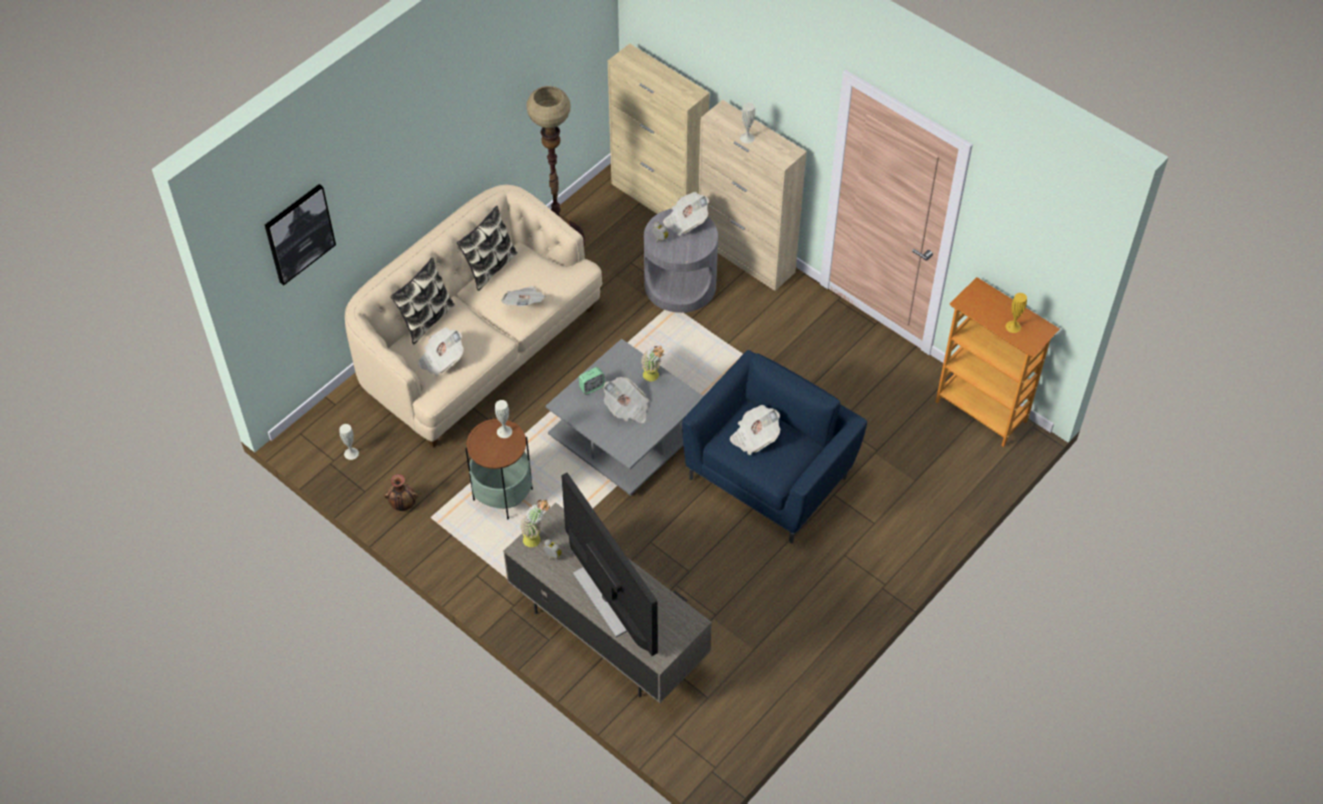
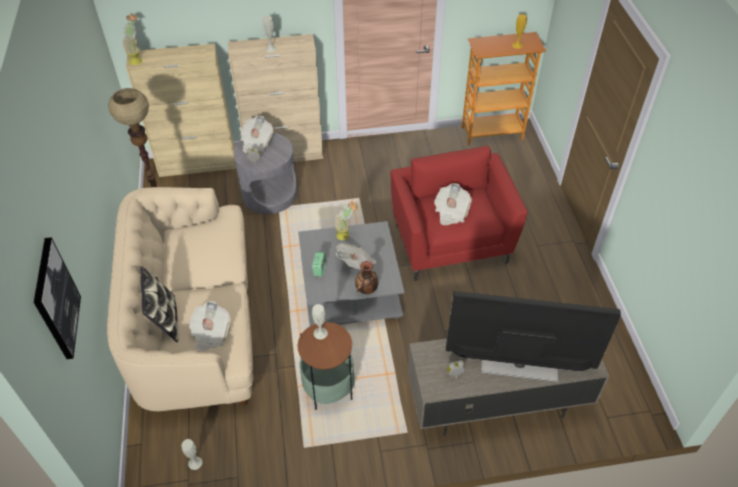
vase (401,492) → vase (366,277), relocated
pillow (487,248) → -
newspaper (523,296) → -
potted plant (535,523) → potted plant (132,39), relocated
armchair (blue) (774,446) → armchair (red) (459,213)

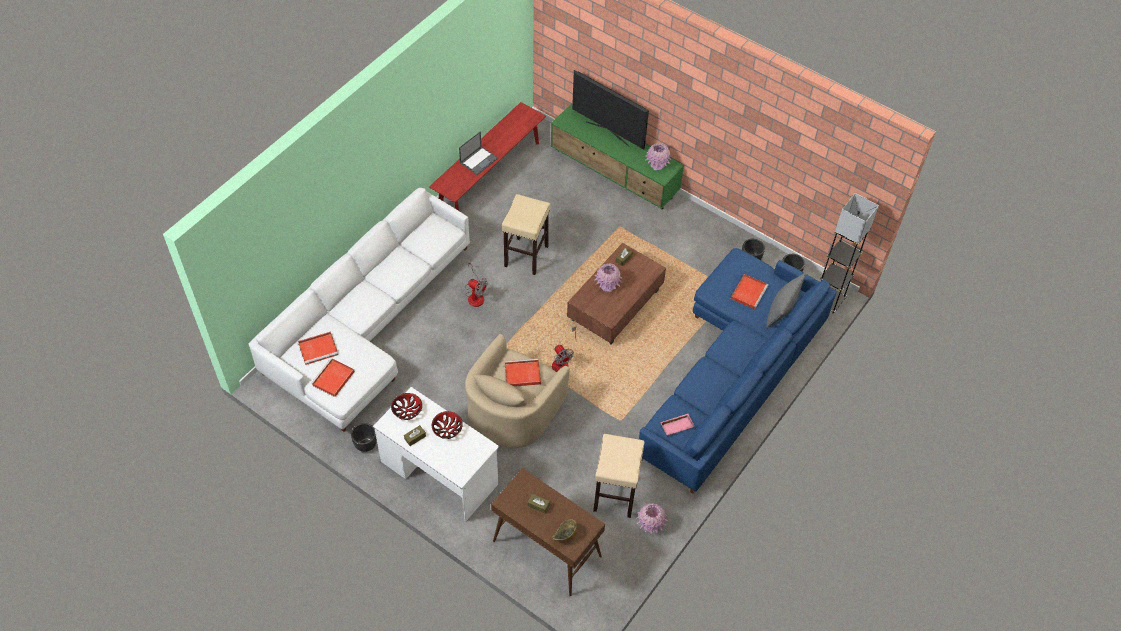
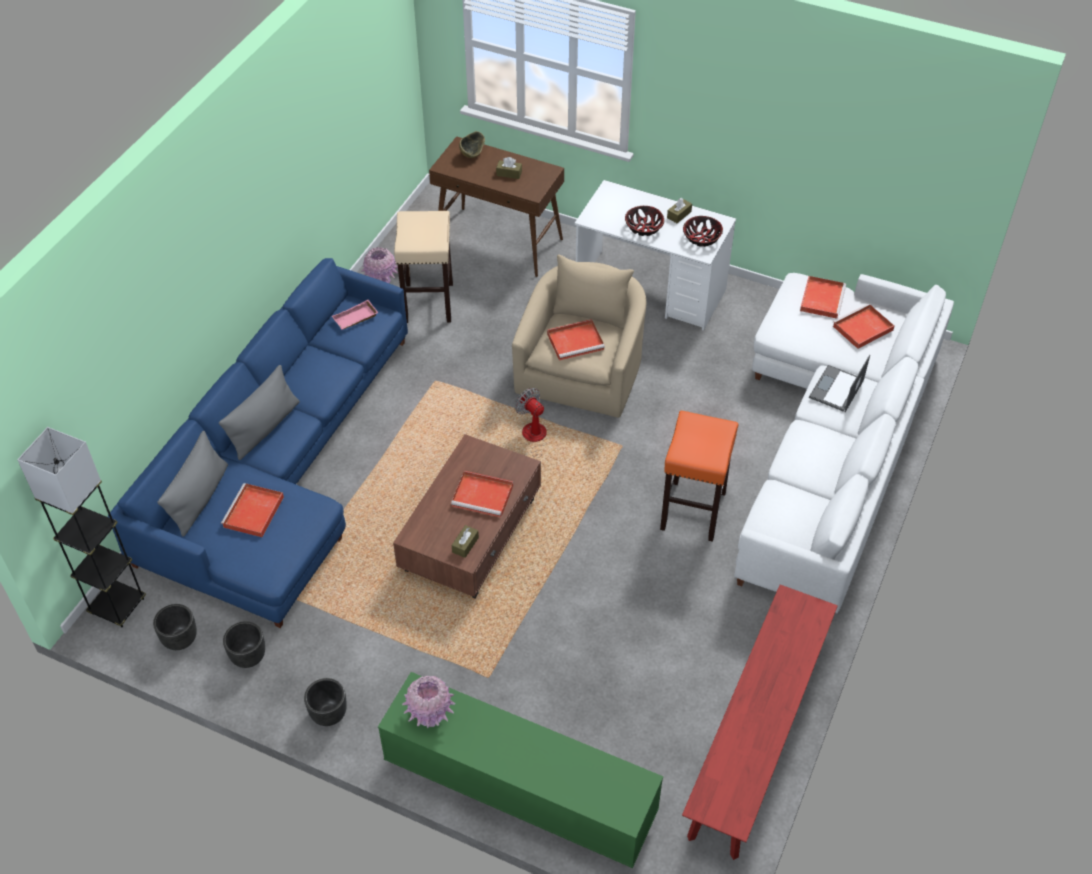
planter (black) (364,437) → planter (black) (325,702), relocated
laptop (478,153) → laptop (839,383), relocated
fan (476,283) → stool (orange) (699,476)
stool (beige) (526,234) → -
television (610,109) → -
vase (pink) (608,277) → tray (red) (482,494)
- → pillow (grey) (259,412)

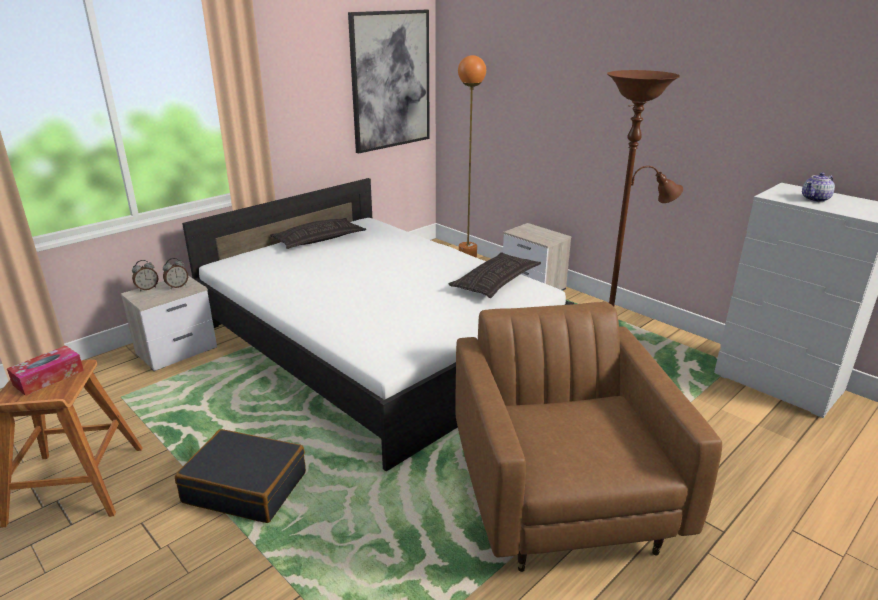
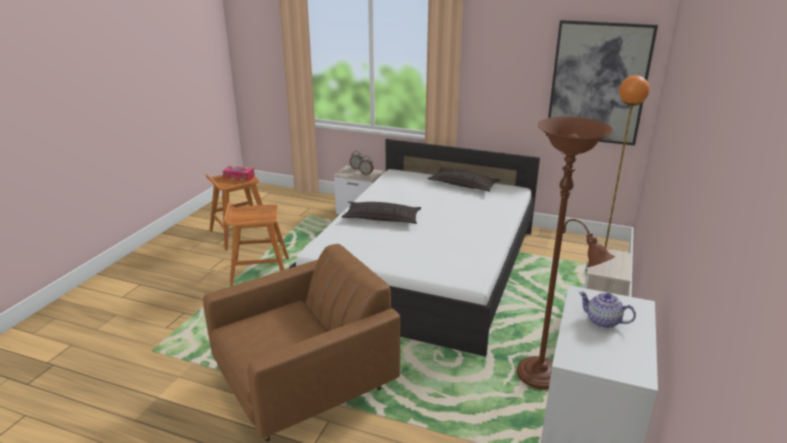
suitcase (black) (240,476) → stool (brown) (256,244)
pillow (495,275) → pillow (381,213), relocated

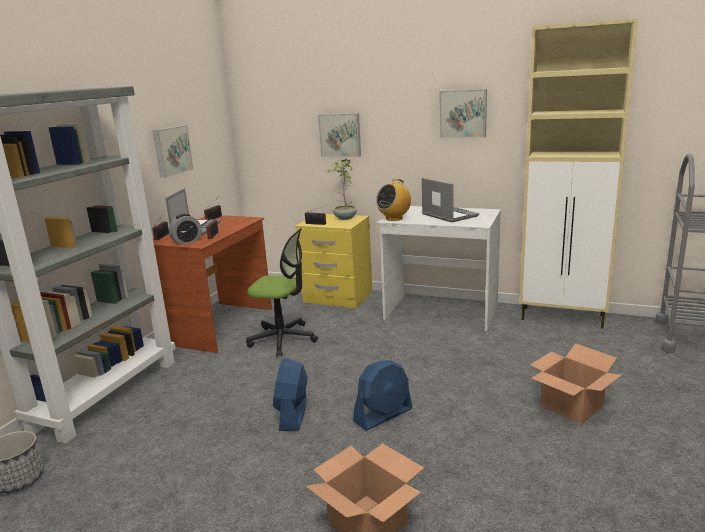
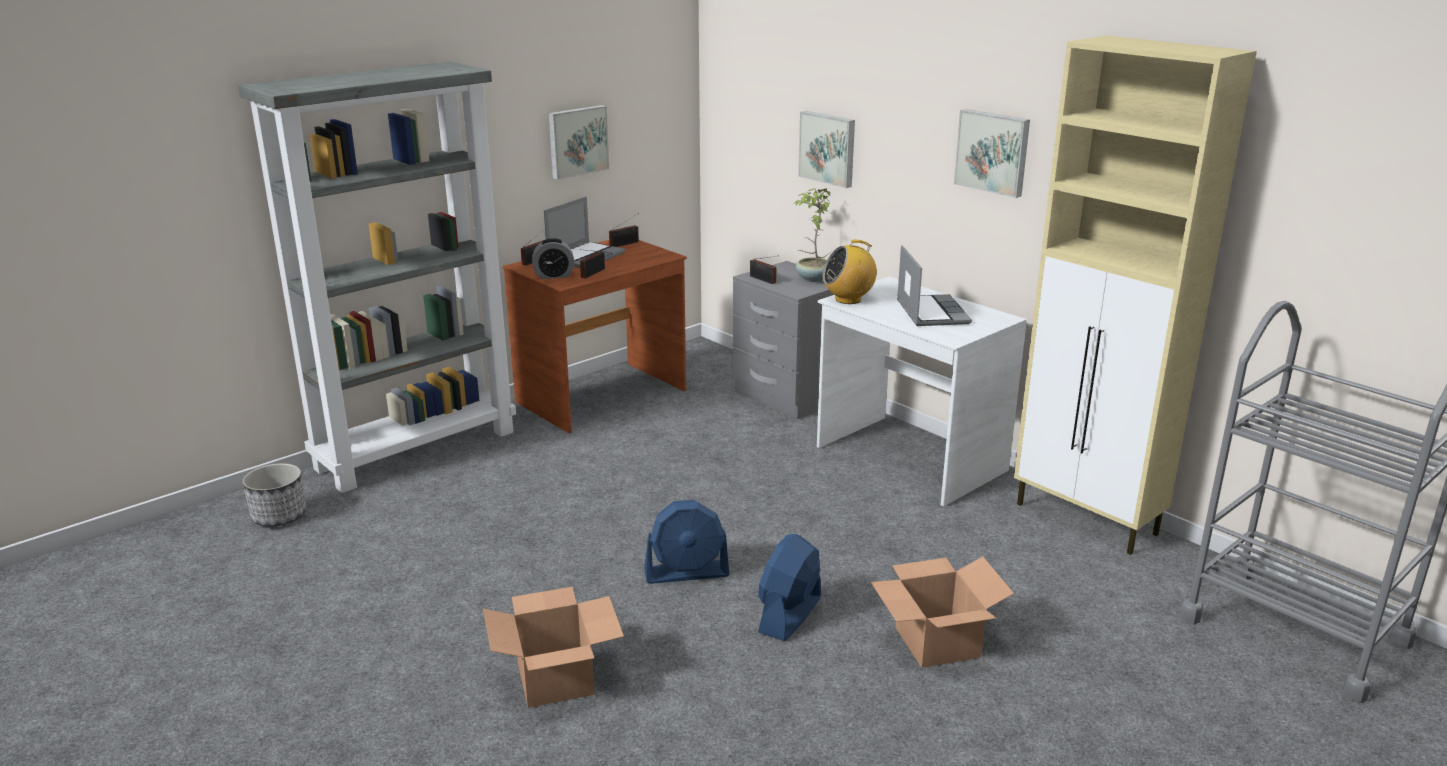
office chair (282,292) → -
fan (blue) (290,394) → fan (blue) (789,587), relocated
nightstand (yellow) (333,261) → nightstand (grey) (783,340)

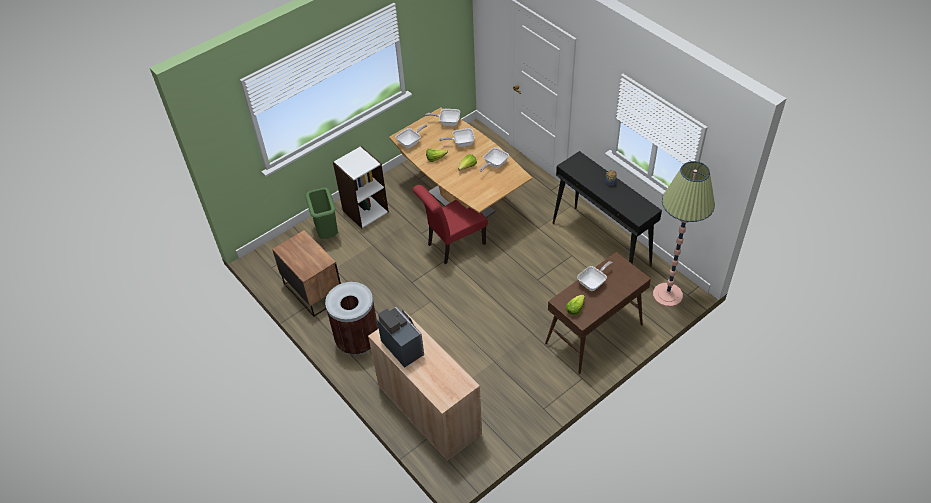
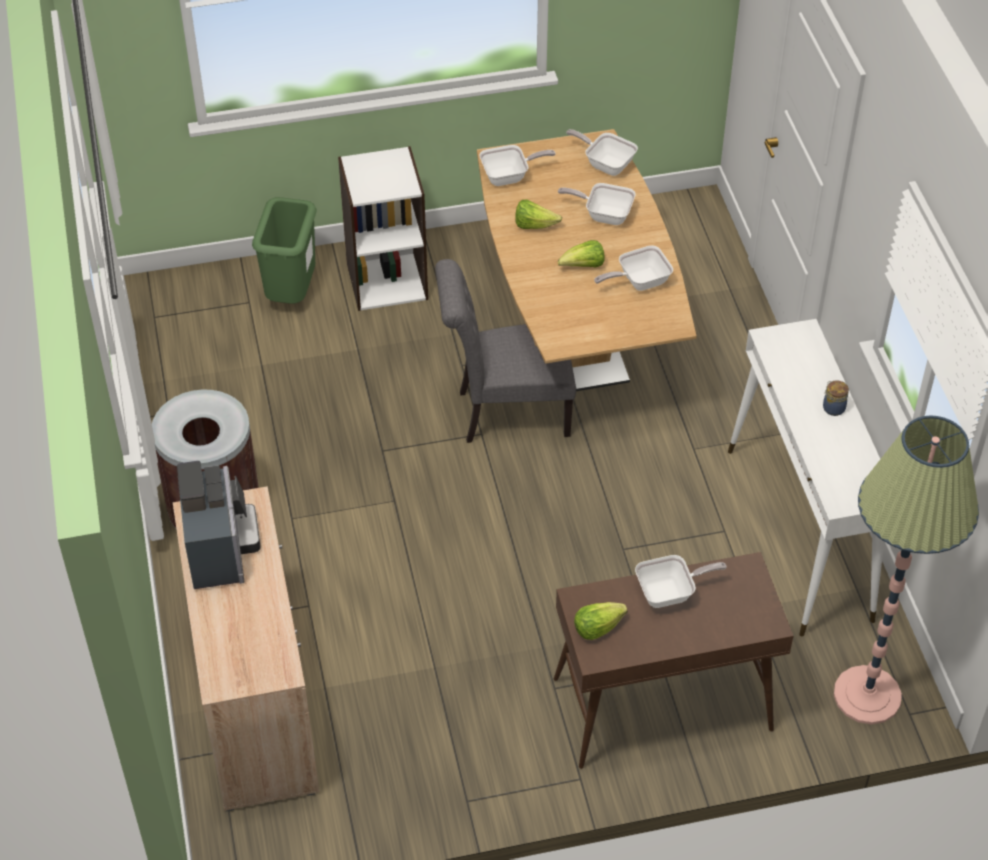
nightstand (306,273) → -
chair (red) (450,224) → chair (grey) (505,351)
console table (black) (607,209) → console table (white) (806,477)

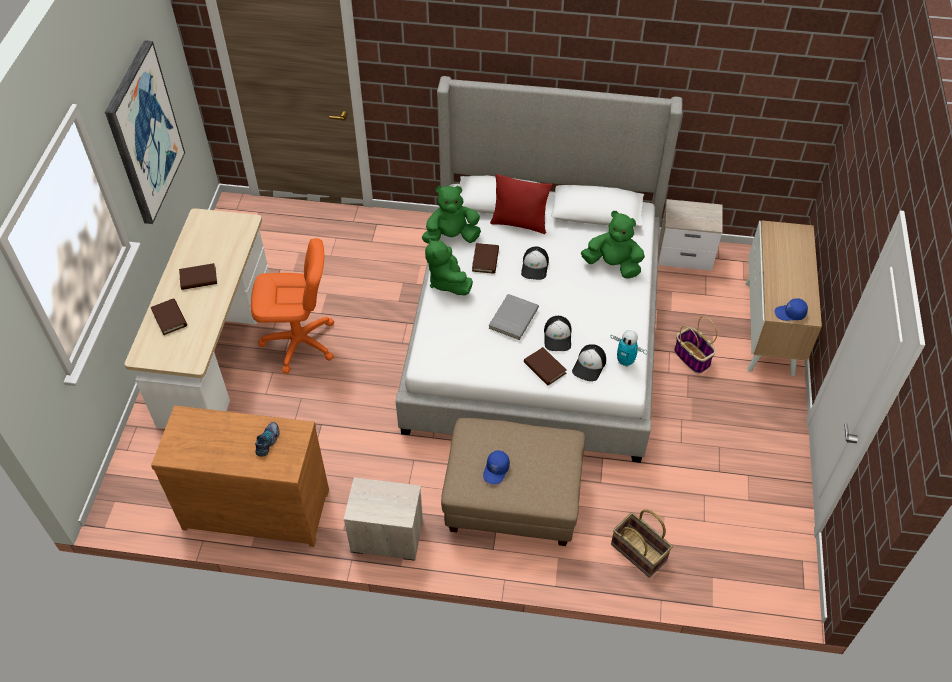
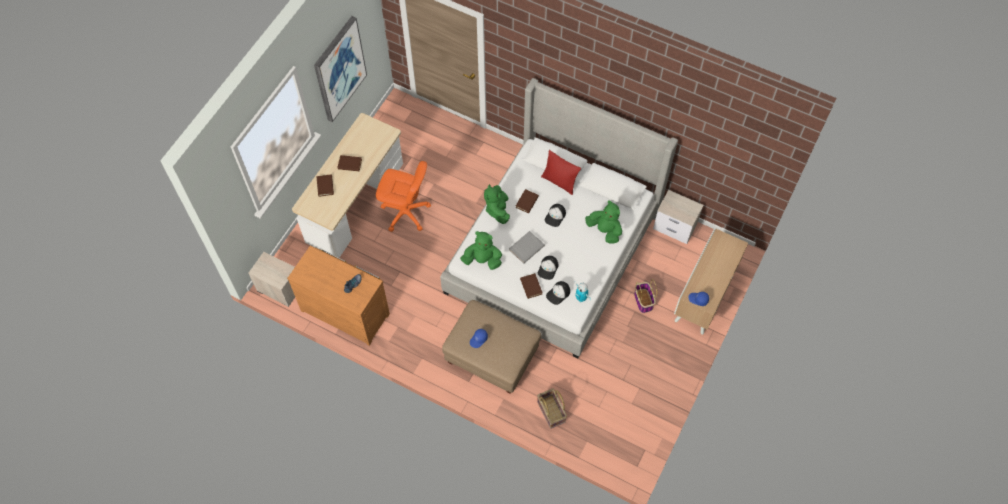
nightstand (383,519) → nightstand (271,279), relocated
plush toy (green) (451,215) → plush toy (green) (481,250), relocated

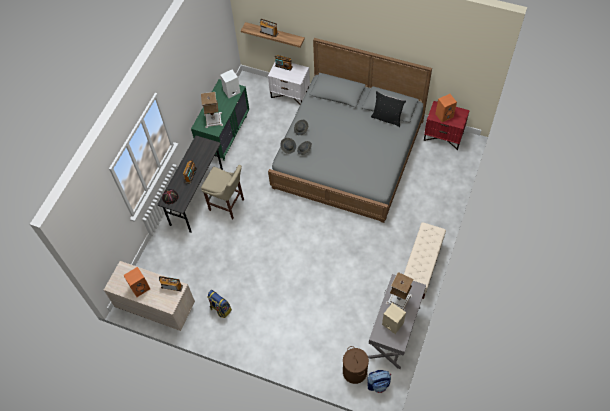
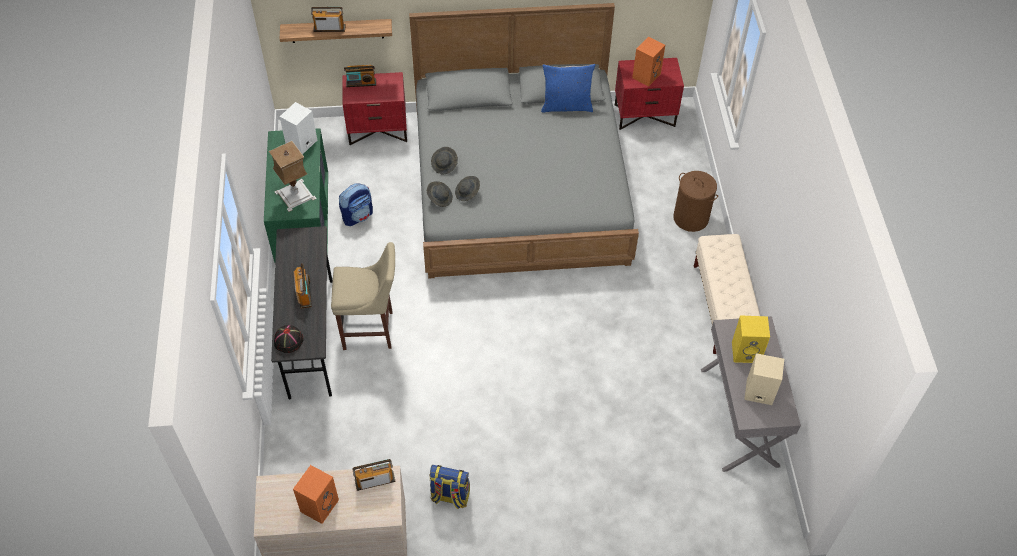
nightstand (white) (289,84) → nightstand (red) (375,108)
laundry basket (brown) (356,365) → laundry basket (brown) (695,201), relocated
backpack (379,381) → backpack (356,204), relocated
pillow (black) (388,109) → pillow (blue) (568,88)
table lamp (399,291) → speaker (yellow) (751,339)

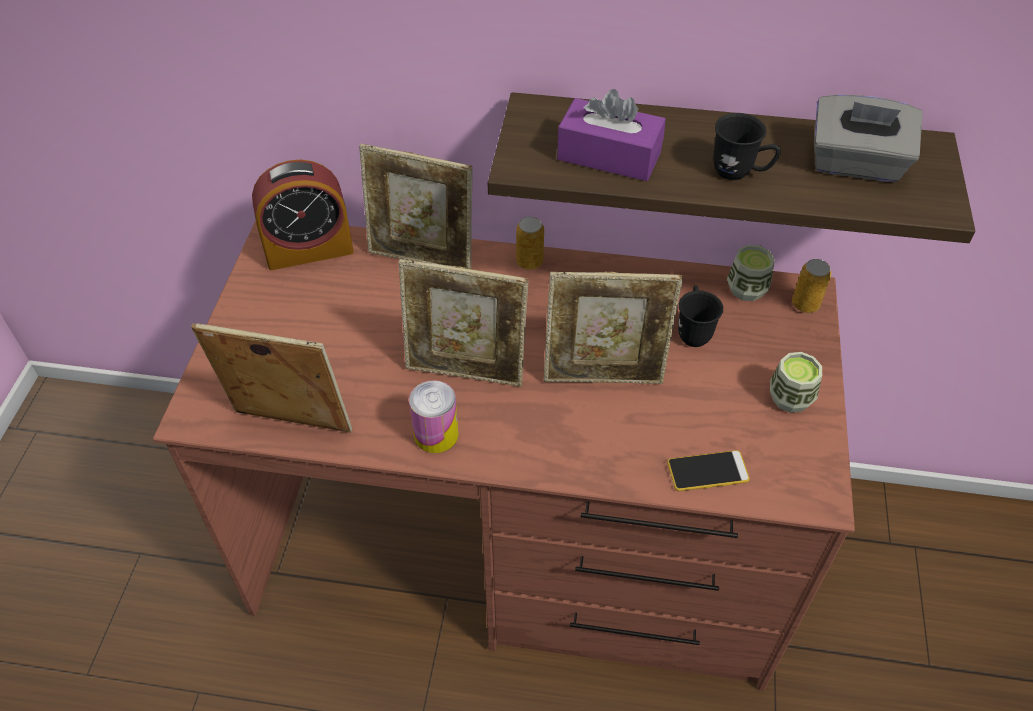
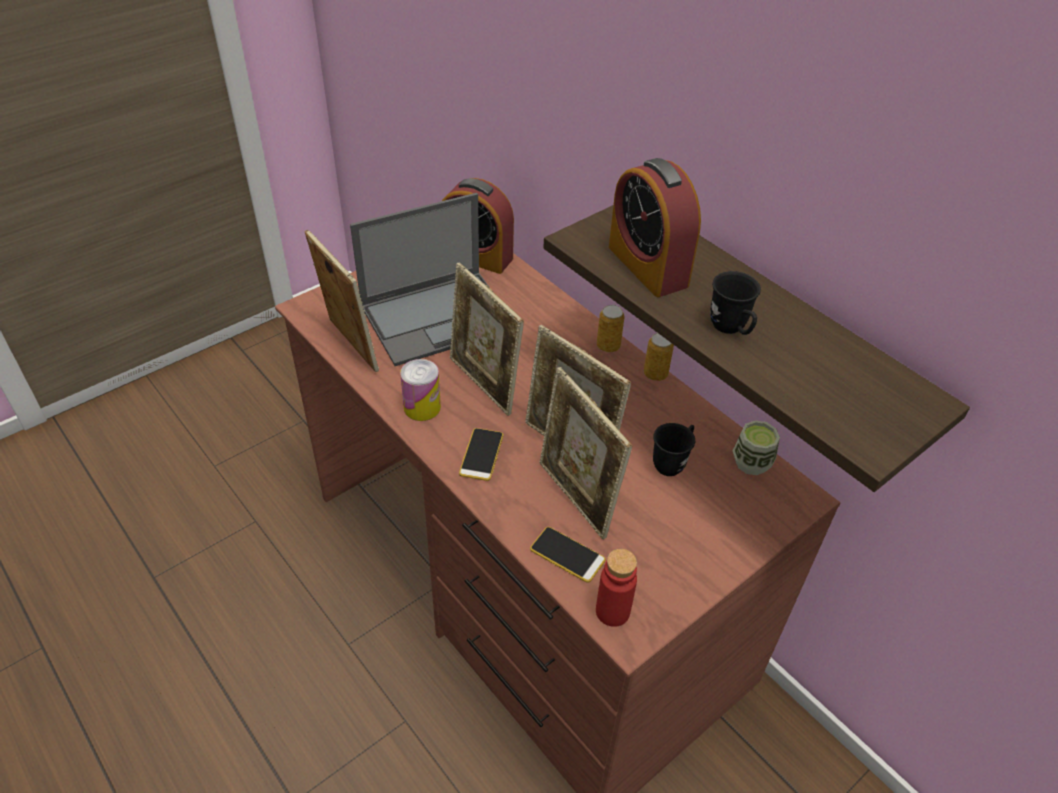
picture frame (416,206) → picture frame (585,453), relocated
tissue box (purple) (611,135) → alarm clock (655,227)
cup (796,382) → -
can (811,286) → can (659,357), relocated
tissue box (grey) (868,138) → -
- → laptop (422,279)
- → phone (481,454)
- → bottle (red) (616,588)

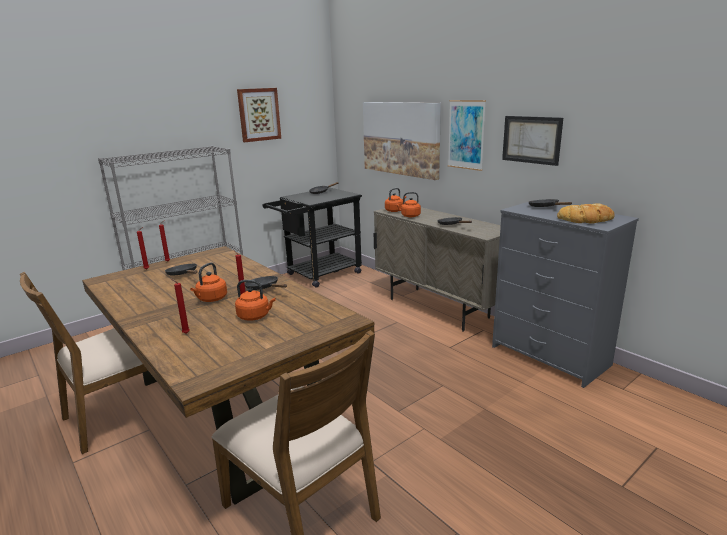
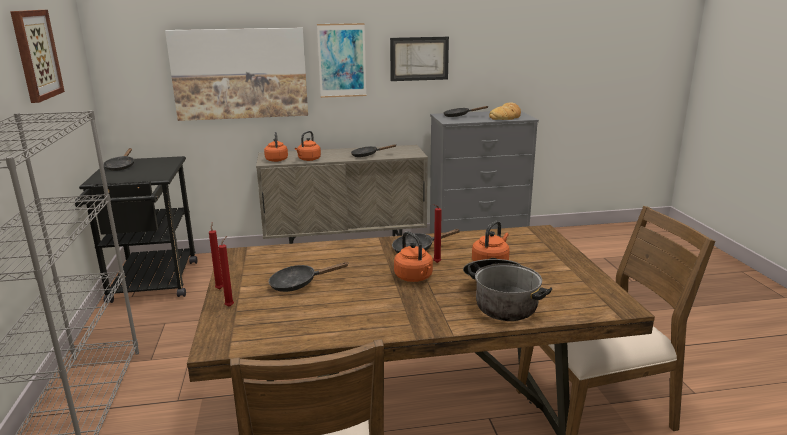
candle (red) (180,306) → cooking pot (507,289)

